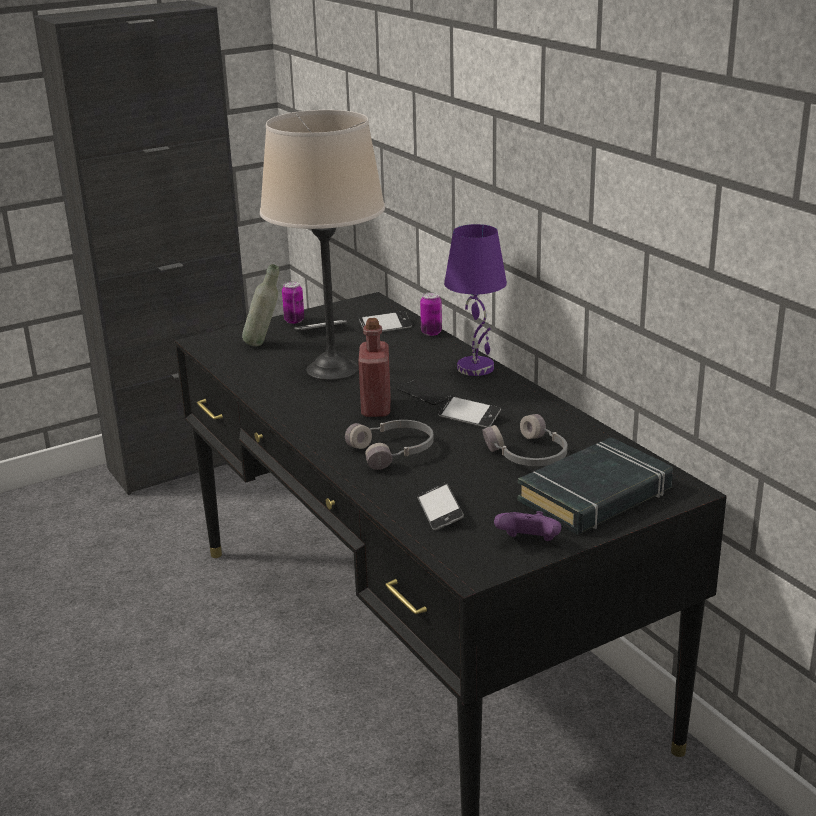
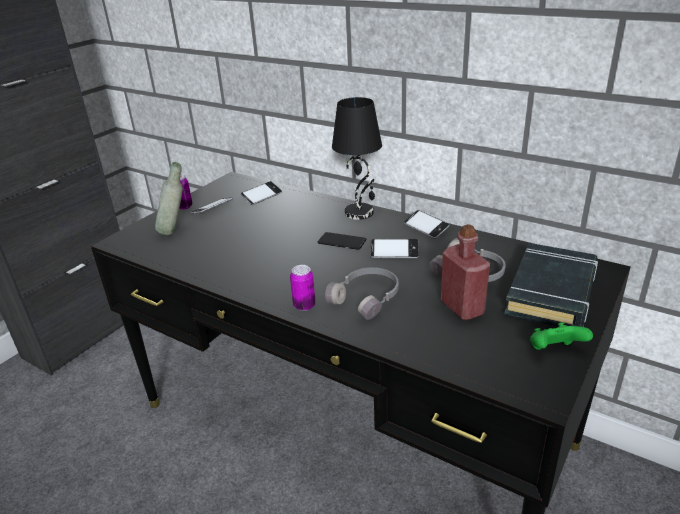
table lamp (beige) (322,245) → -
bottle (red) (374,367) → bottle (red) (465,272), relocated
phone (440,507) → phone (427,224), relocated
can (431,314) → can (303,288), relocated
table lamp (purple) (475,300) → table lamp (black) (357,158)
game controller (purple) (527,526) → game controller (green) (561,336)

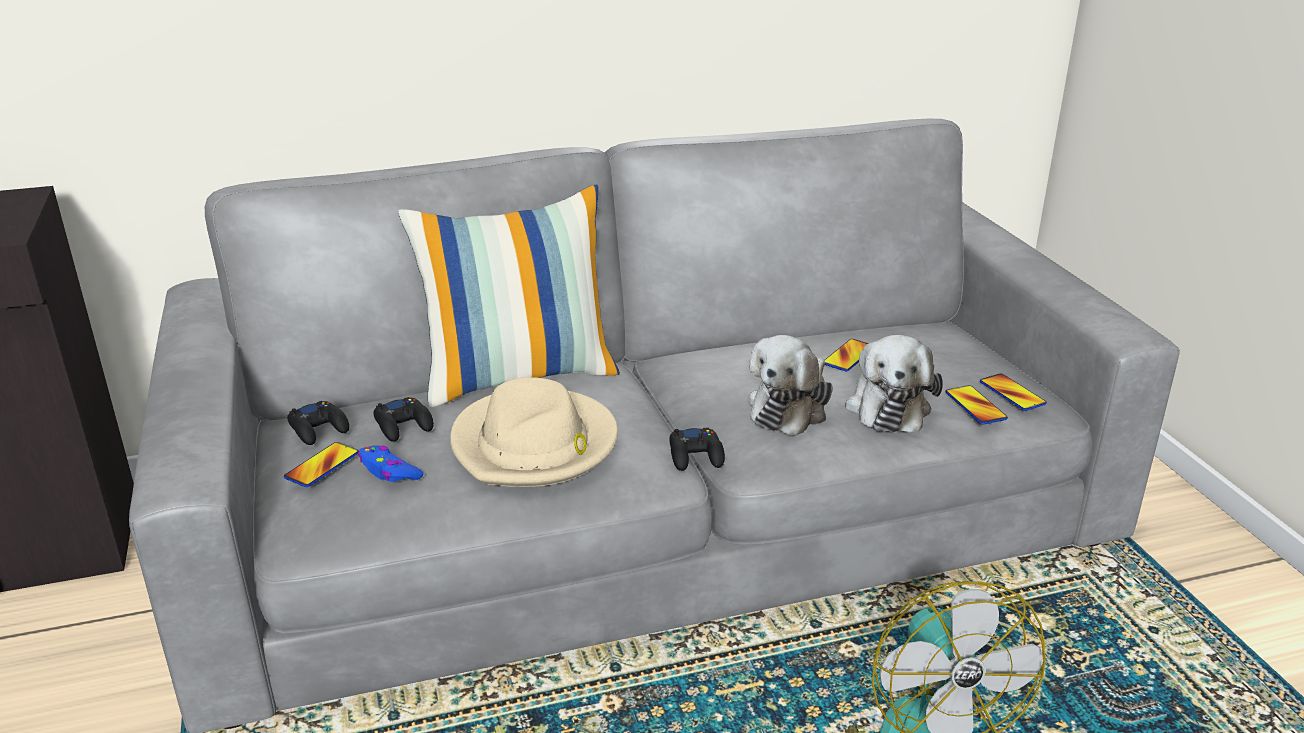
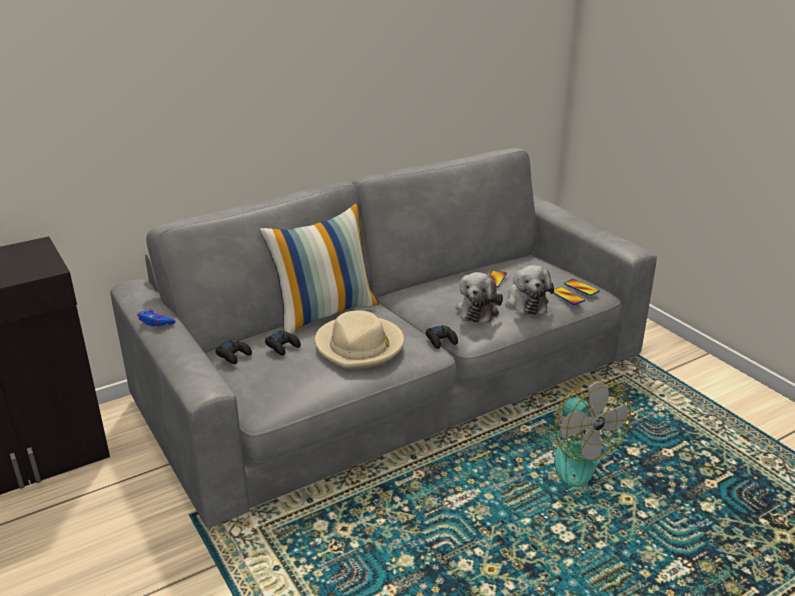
phone (321,464) → -
game controller (blue) (391,463) → game controller (blue) (156,318), relocated

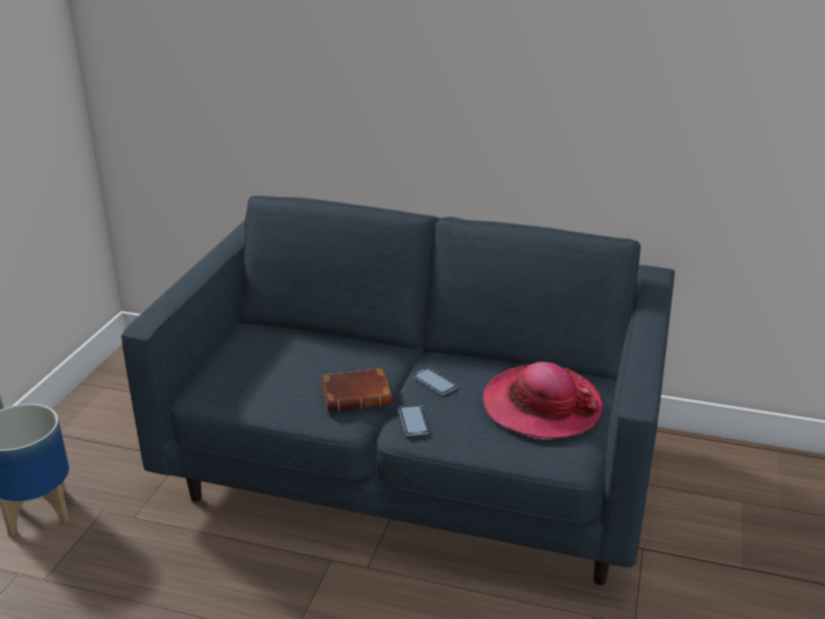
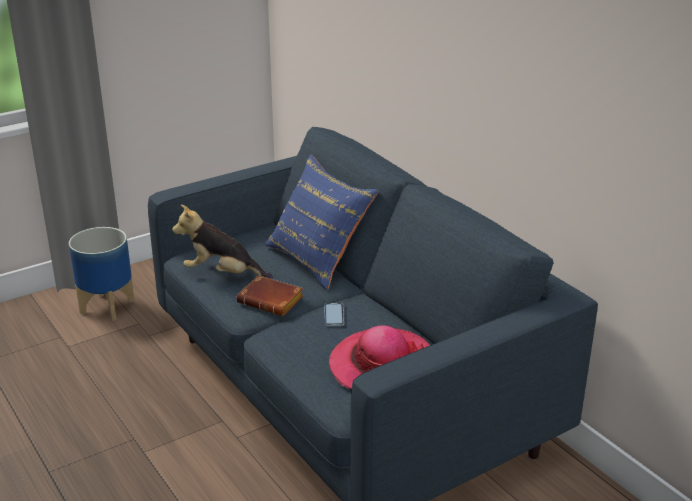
phone (414,420) → -
- → plush toy (222,242)
- → pillow (blue) (322,222)

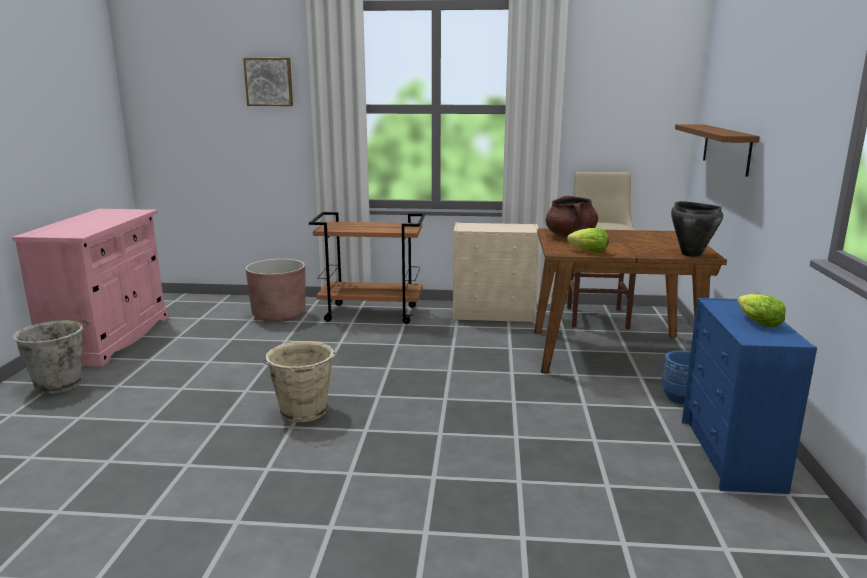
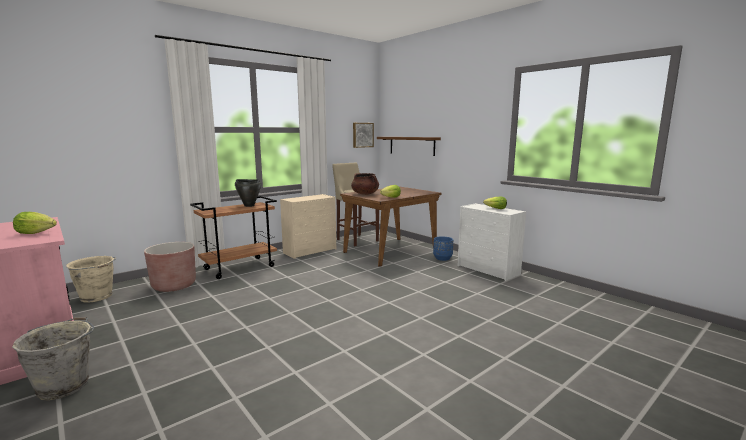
picture (268,82) → picture (363,135), relocated
bucket (beige) (299,381) → bucket (beige) (91,279), relocated
cooking pot (black) (697,229) → cooking pot (black) (248,193), relocated
dresser (blue) (749,396) → dresser (white) (492,242)
- → lettuce (35,223)

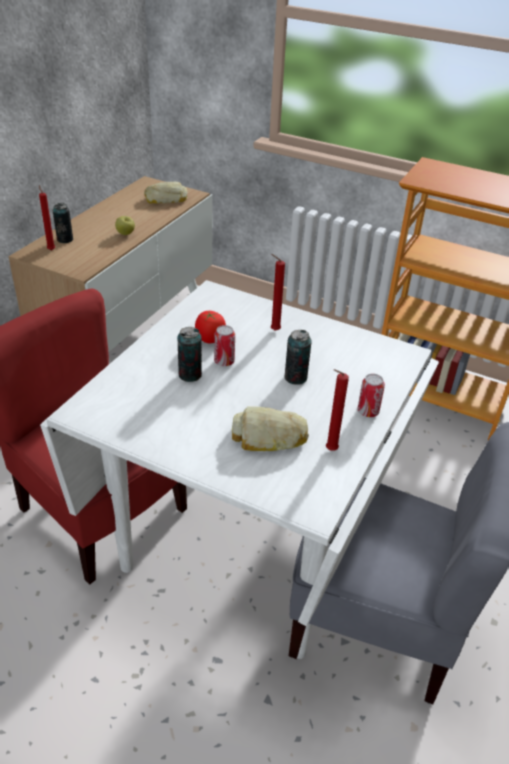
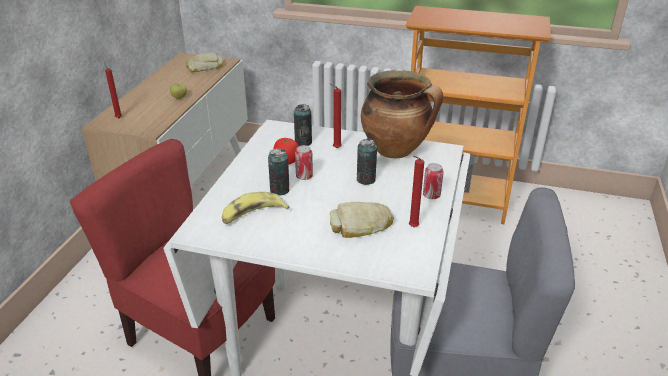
can (63,223) → can (303,125), relocated
- → banana (256,208)
- → cooking pot (402,114)

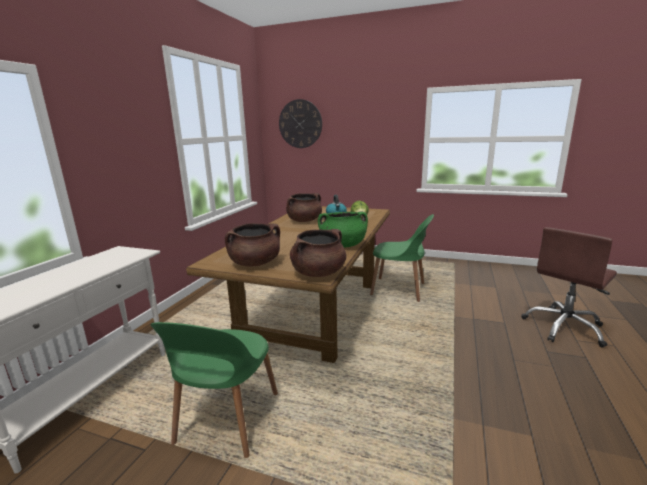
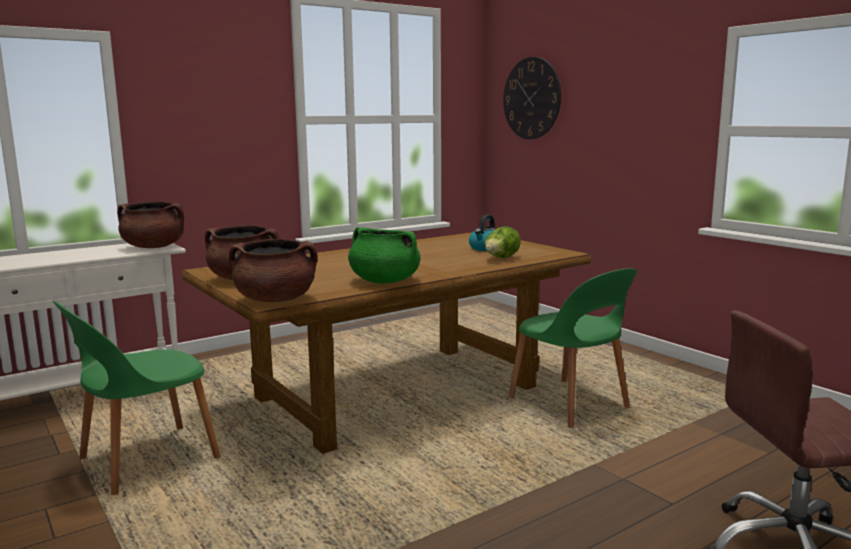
cooking pot (brown) (304,207) → cooking pot (brown) (150,224), relocated

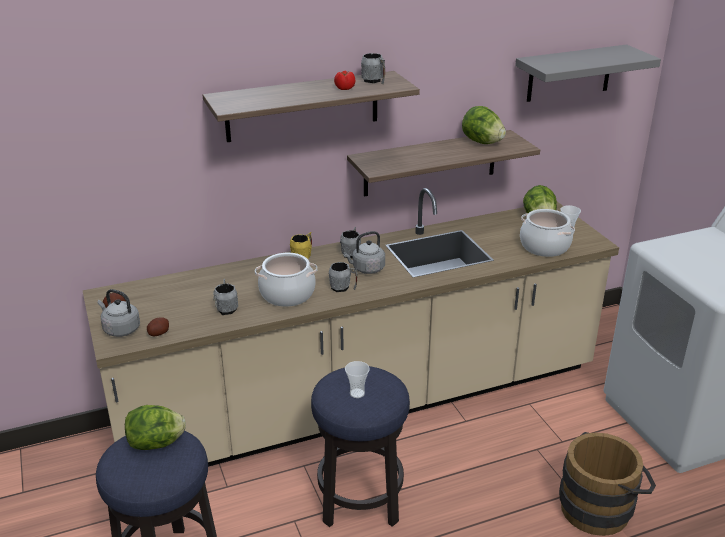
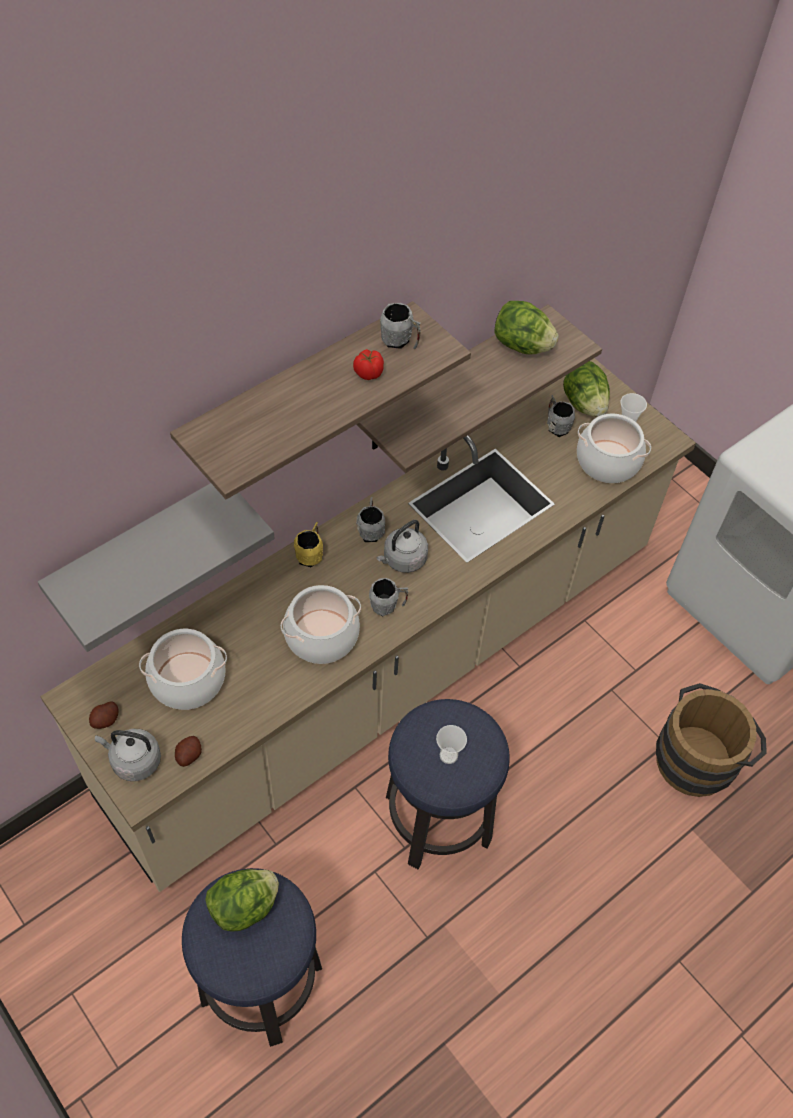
mug (grey) (225,297) → mug (grey) (561,416), relocated
shelf (grey) (588,73) → shelf (grey) (156,567), relocated
- → cooking pot (183,669)

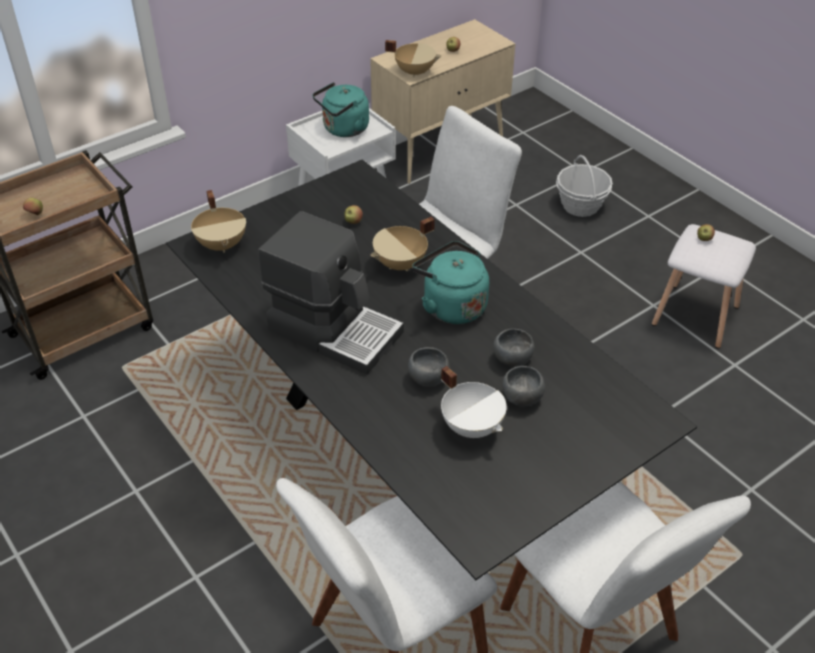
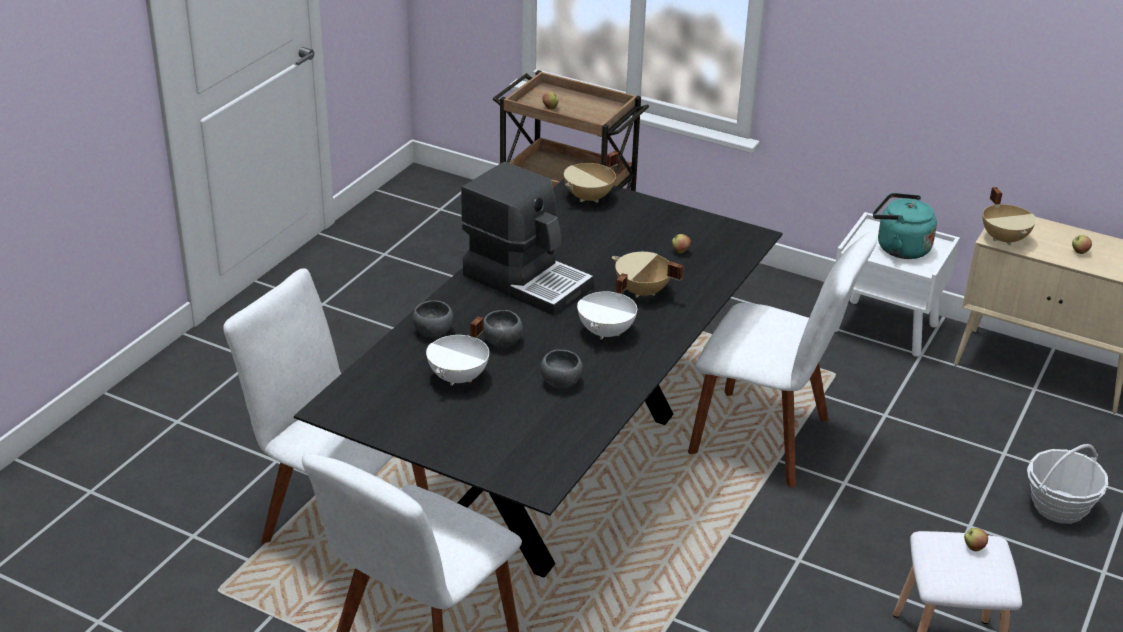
coffee machine (331,293) → coffee machine (527,239), 60 degrees counterclockwise
kettle (turquoise) (450,282) → cooking pot (white) (607,306)
bowl (grey) (523,386) → bowl (grey) (433,318), relocated

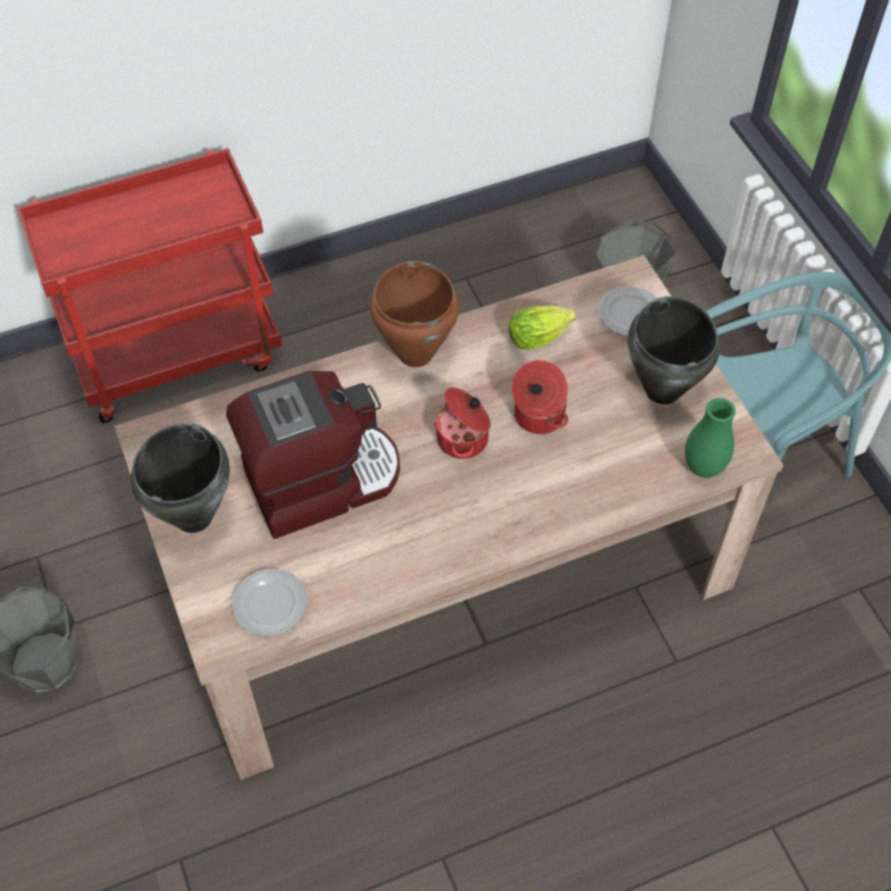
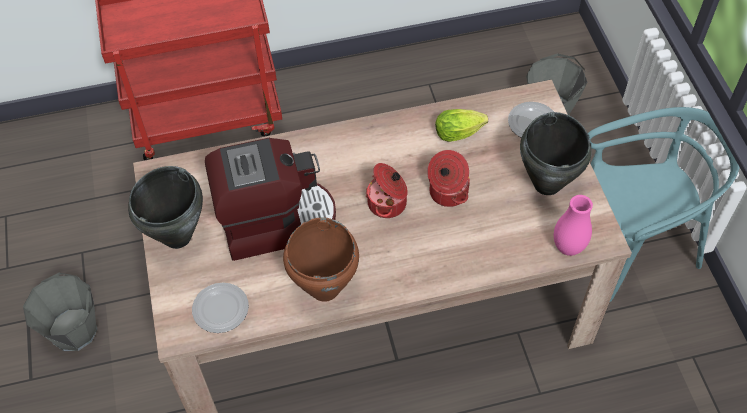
cooking pot (brown) (414,314) → cooking pot (brown) (321,259), relocated
vase (green) (710,438) → vase (pink) (573,225)

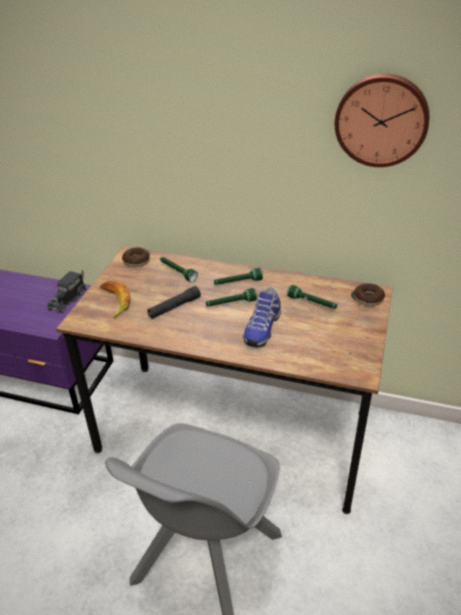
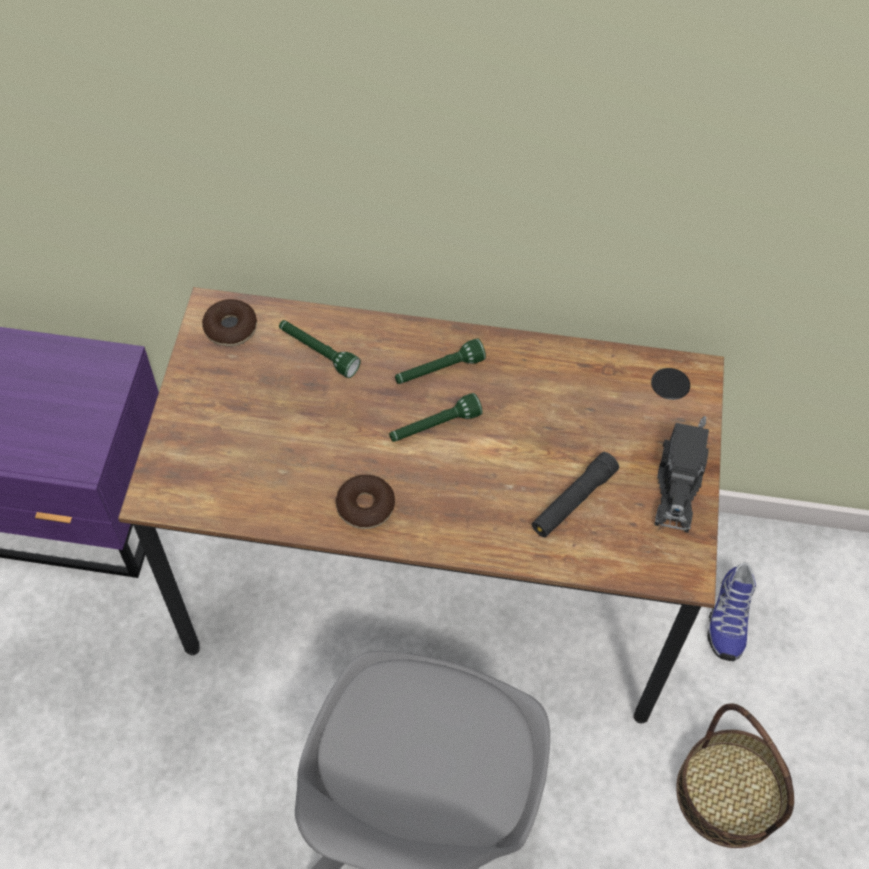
toy truck (66,291) → toy truck (682,474), relocated
banana (115,299) → -
flashlight (black) (174,302) → flashlight (black) (575,494), relocated
shoe (262,317) → shoe (731,612), relocated
flashlight (green) (312,297) → -
wall clock (382,120) → -
donut (369,294) → donut (365,502), relocated
- → basket (735,775)

